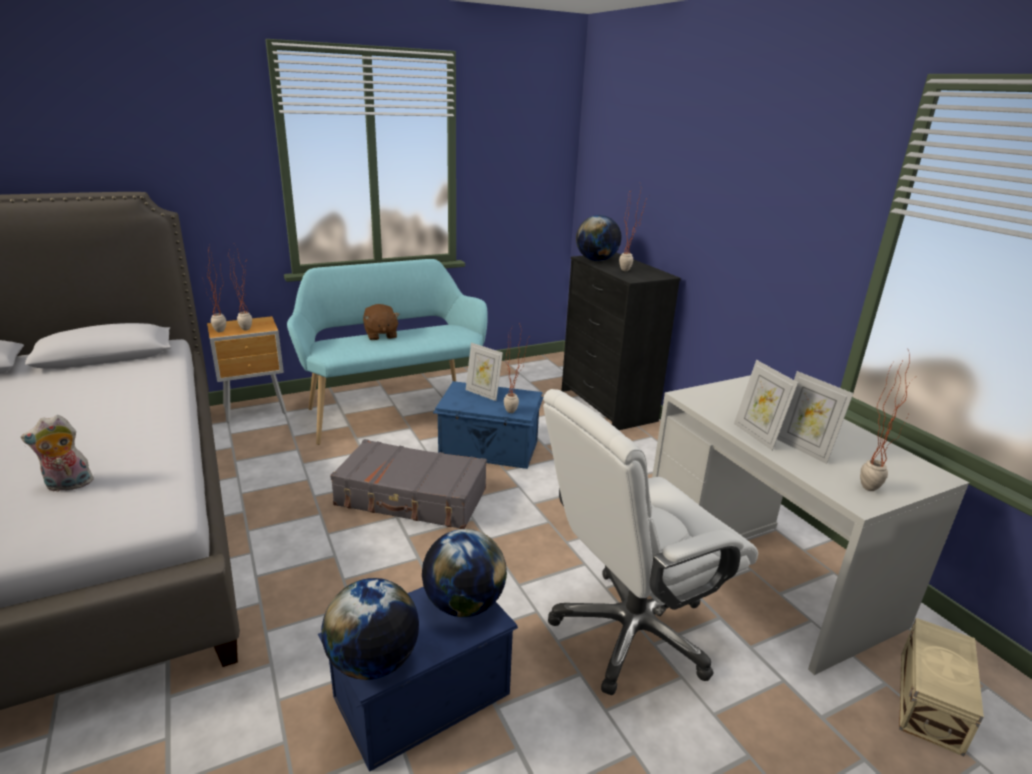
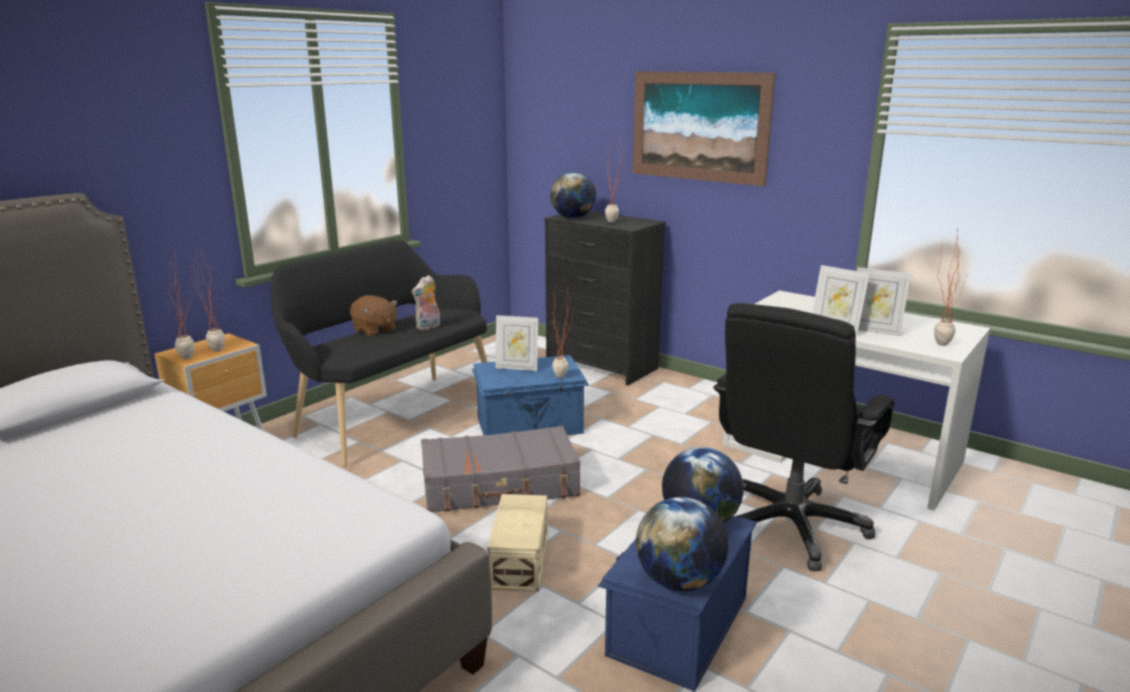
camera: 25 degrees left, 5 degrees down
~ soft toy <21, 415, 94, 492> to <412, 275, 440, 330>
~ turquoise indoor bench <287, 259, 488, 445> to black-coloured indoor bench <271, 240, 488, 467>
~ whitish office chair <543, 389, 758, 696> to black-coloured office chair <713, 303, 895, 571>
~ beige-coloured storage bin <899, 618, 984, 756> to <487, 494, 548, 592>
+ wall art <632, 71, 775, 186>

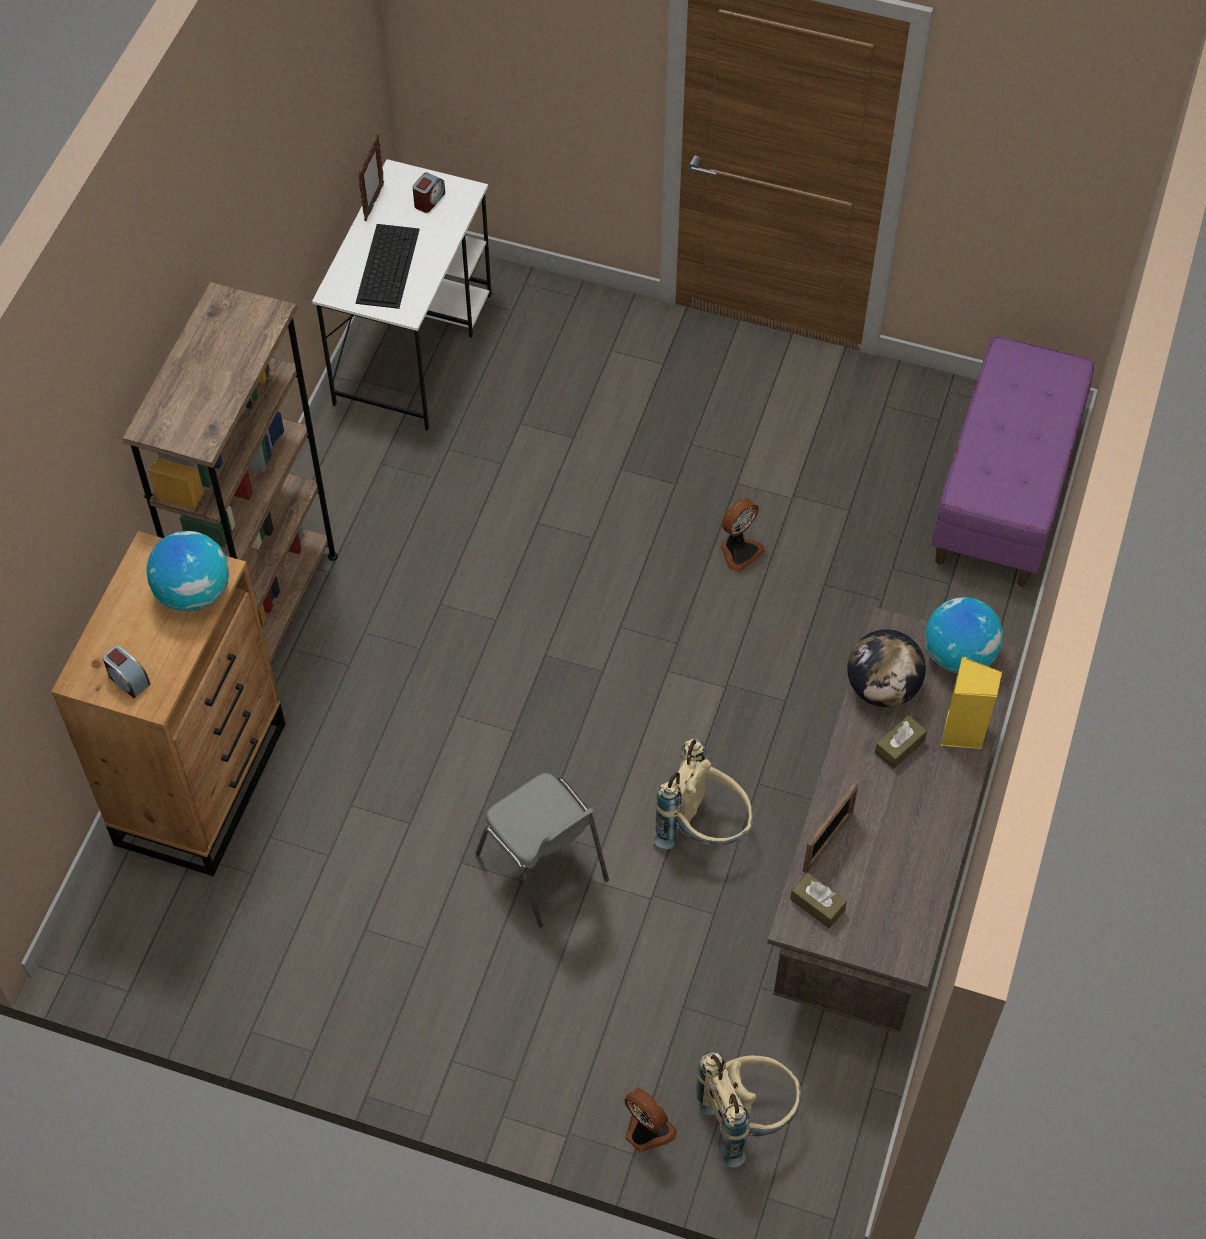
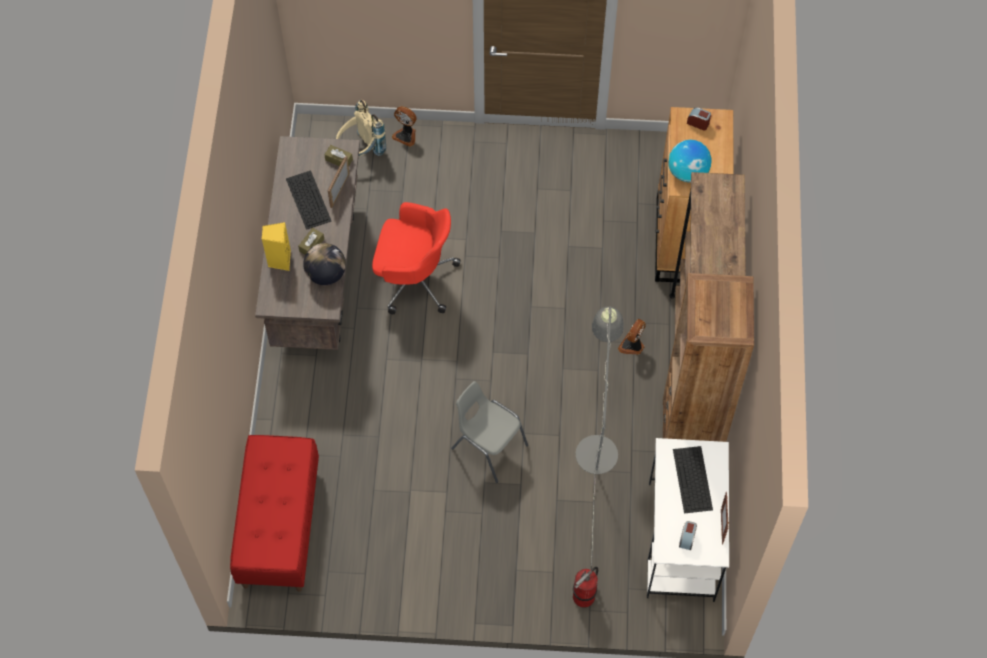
camera: 165 degrees right, 5 degrees up
~ greyish upright chair <475, 773, 609, 928> to <451, 381, 528, 483>
~ beige-coloured knapsack <653, 738, 753, 849> to red office chair <372, 202, 461, 314>
~ fan <720, 498, 765, 573> to <618, 319, 646, 355>
- desk globe <925, 597, 1003, 673>
~ purple indoor bench <931, 336, 1094, 587> to red indoor bench <230, 435, 319, 592>
+ keyboard <286, 170, 331, 230>
+ fire-fighting cylinder <573, 567, 598, 608>
+ greyish floor lamp <576, 306, 624, 566>
+ brownish bookcase <663, 273, 754, 442>

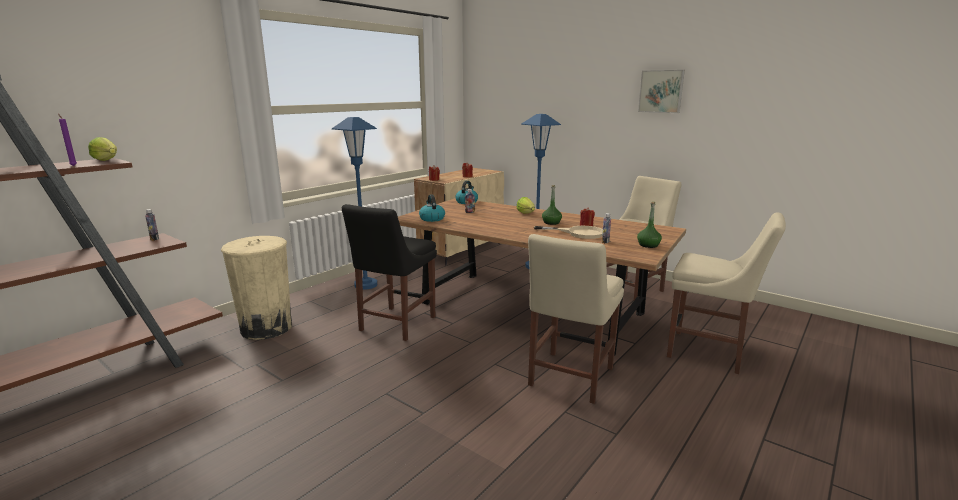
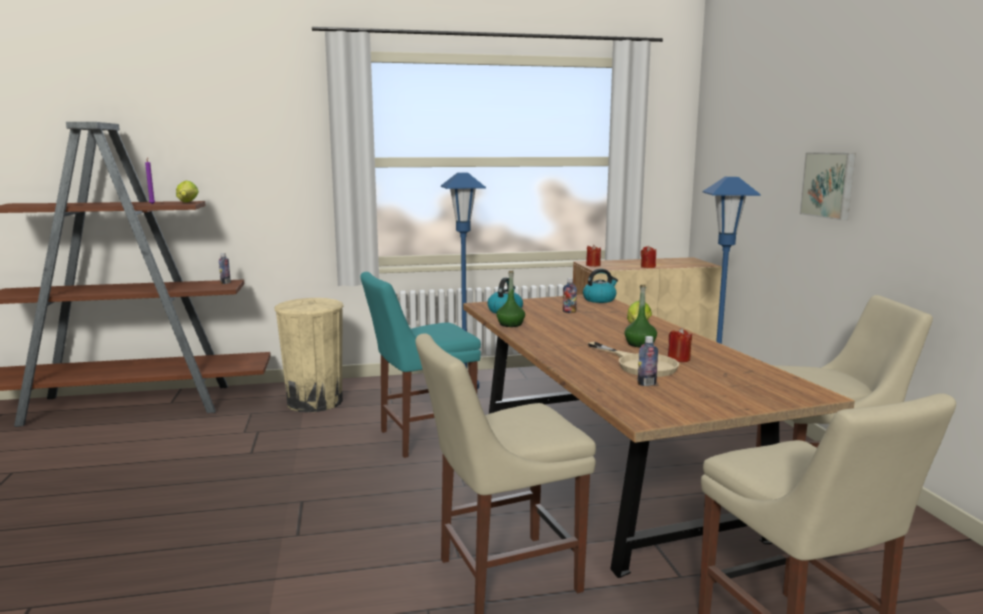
camera: 40 degrees right, 5 degrees down
~ black-coloured upright chair <342, 204, 437, 341> to turquoise upright chair <360, 272, 481, 458>
~ greenish beverage bottle <637, 202, 662, 248> to <496, 270, 525, 327>
~ wall art <638, 70, 685, 113> to <800, 152, 856, 220>

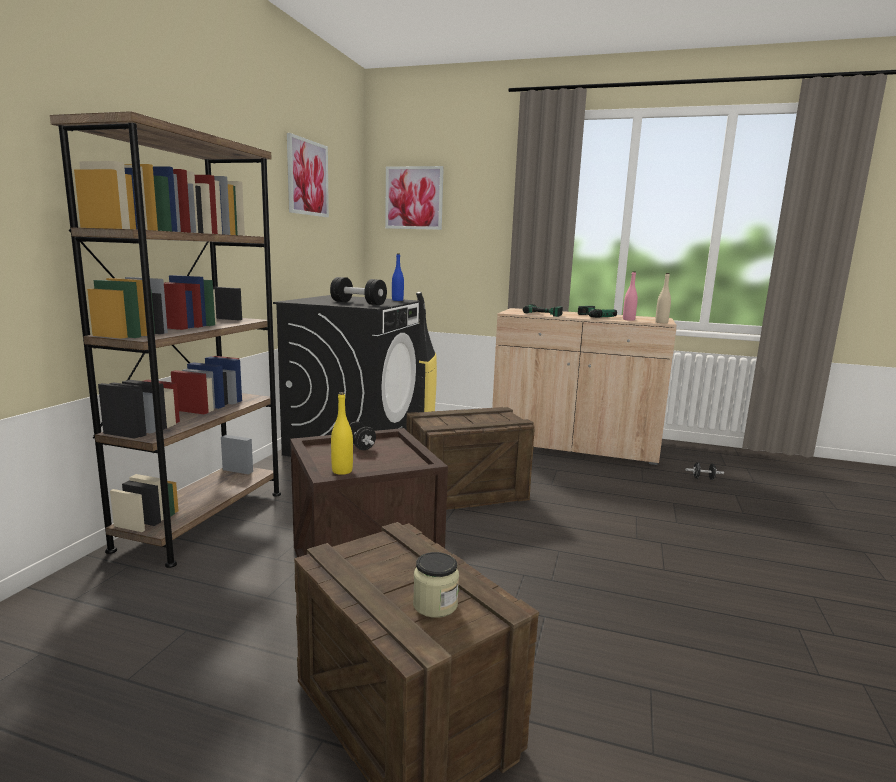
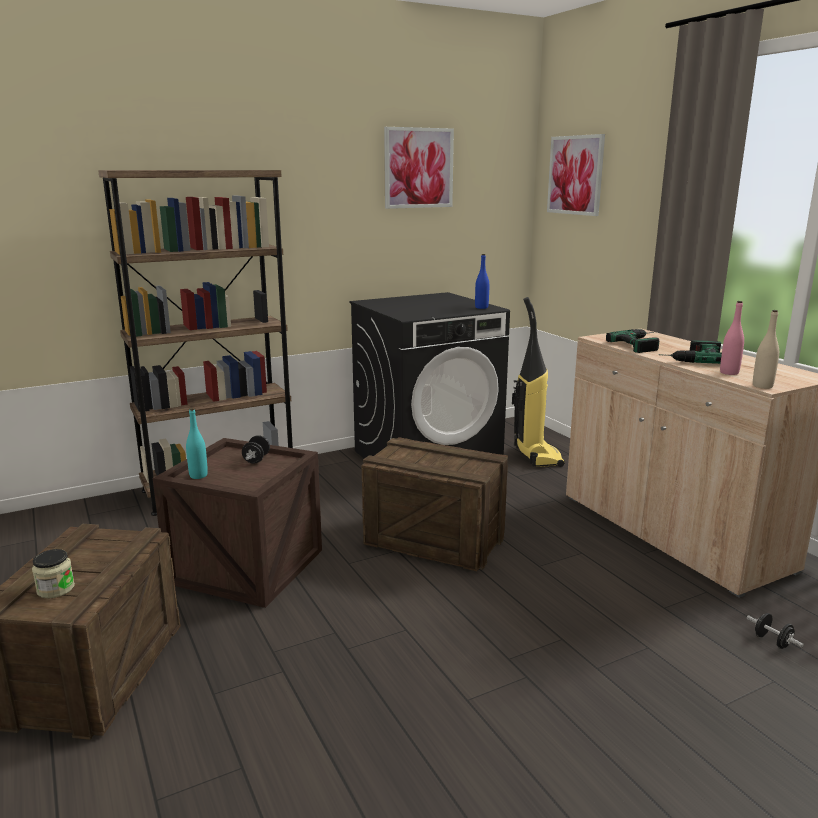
camera: 45 degrees right, 5 degrees up
- black-coloured dumbbell <330, 277, 387, 305>
~ yellow beverage bottle <331, 392, 353, 475> to turquoise beverage bottle <186, 408, 208, 479>

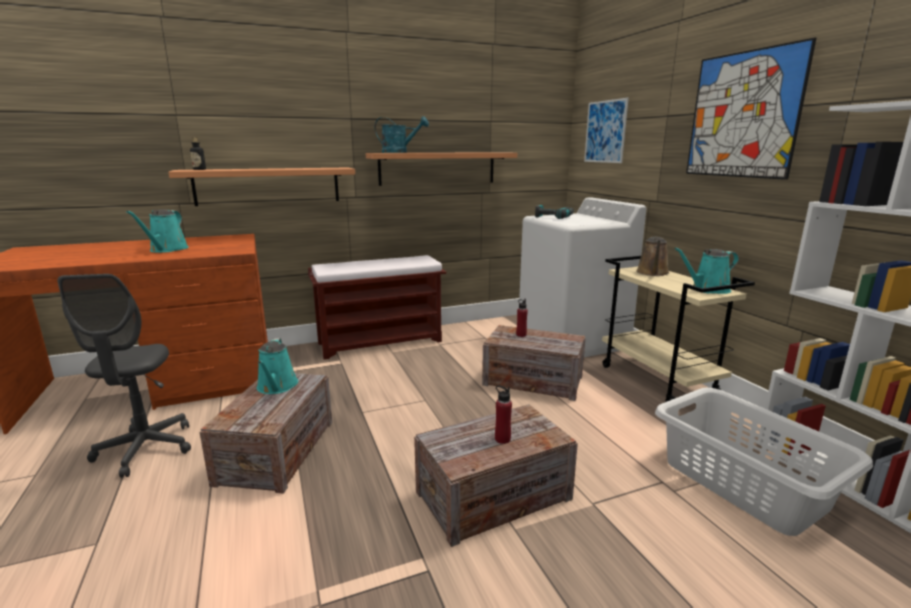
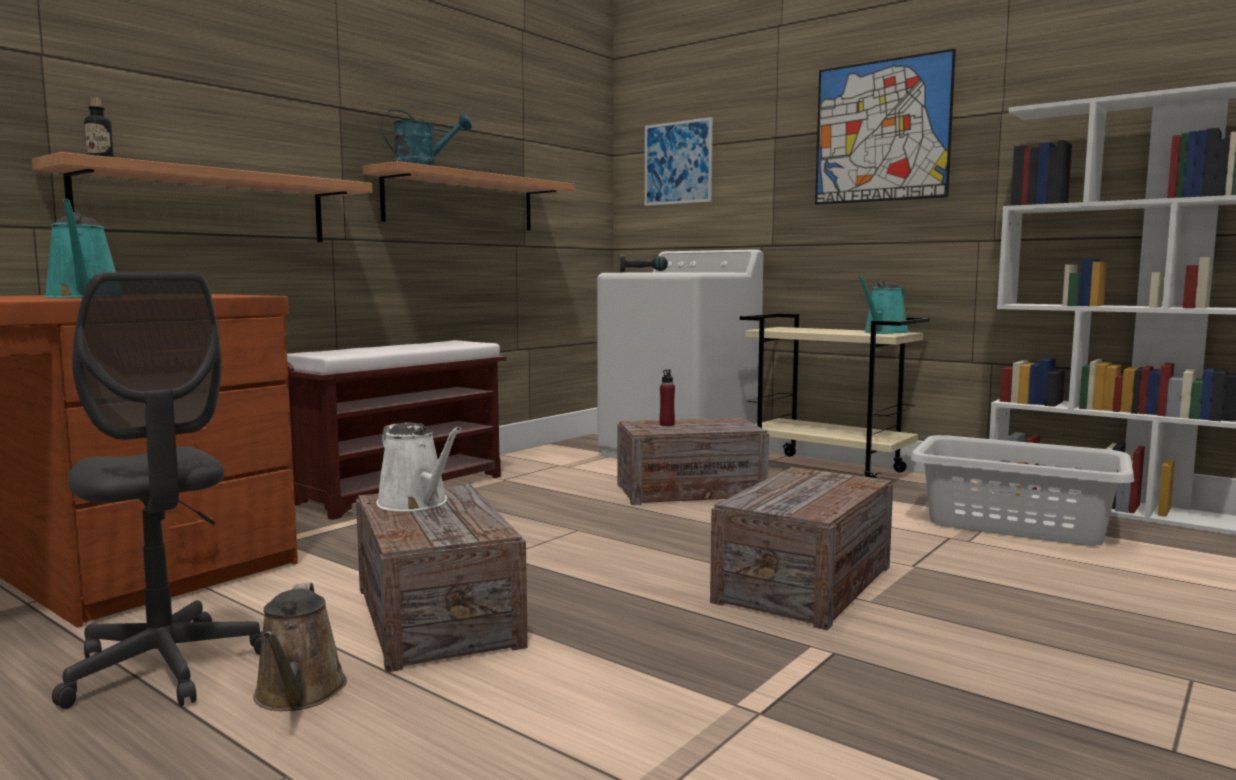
camera: 30 degrees left, 10 degrees down
~ turquoise watering can <257, 338, 298, 394> to whitish watering can <376, 422, 461, 512>
- red beverage bottle <495, 385, 512, 444>
~ brownish watering can <636, 237, 669, 276> to <253, 583, 347, 711>

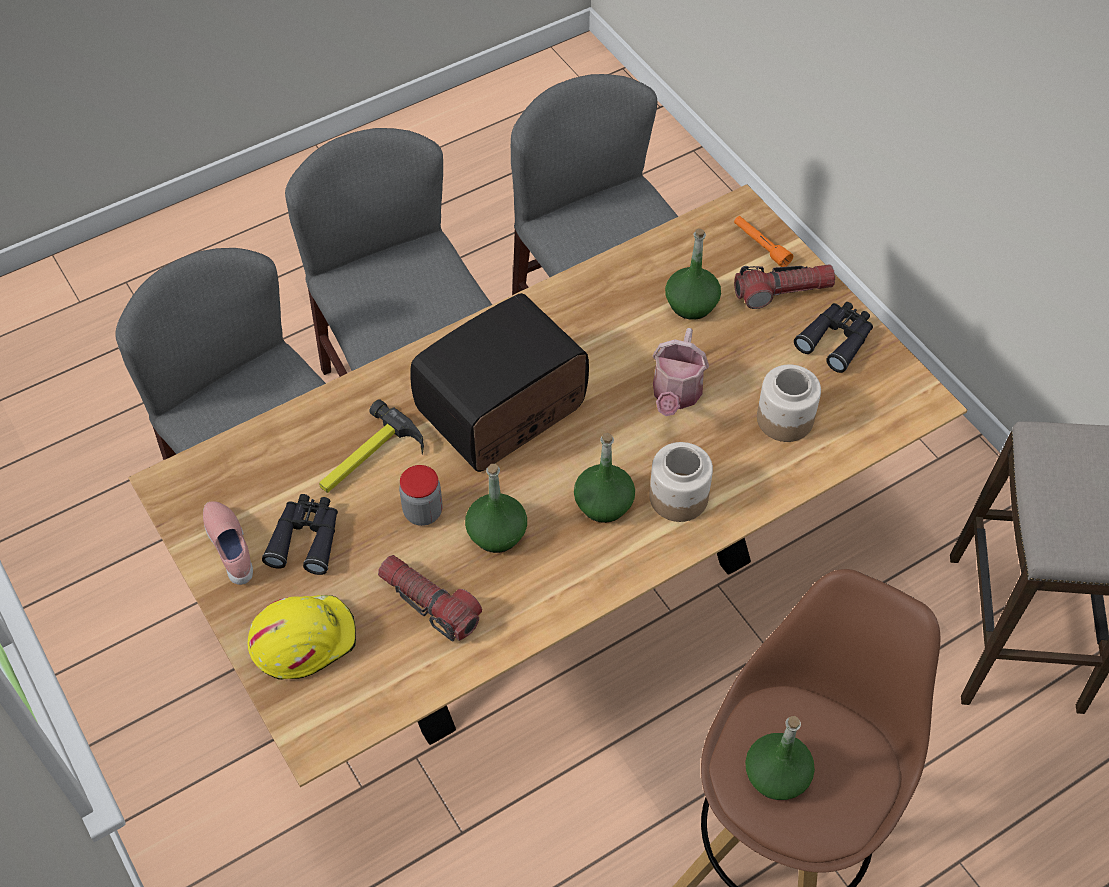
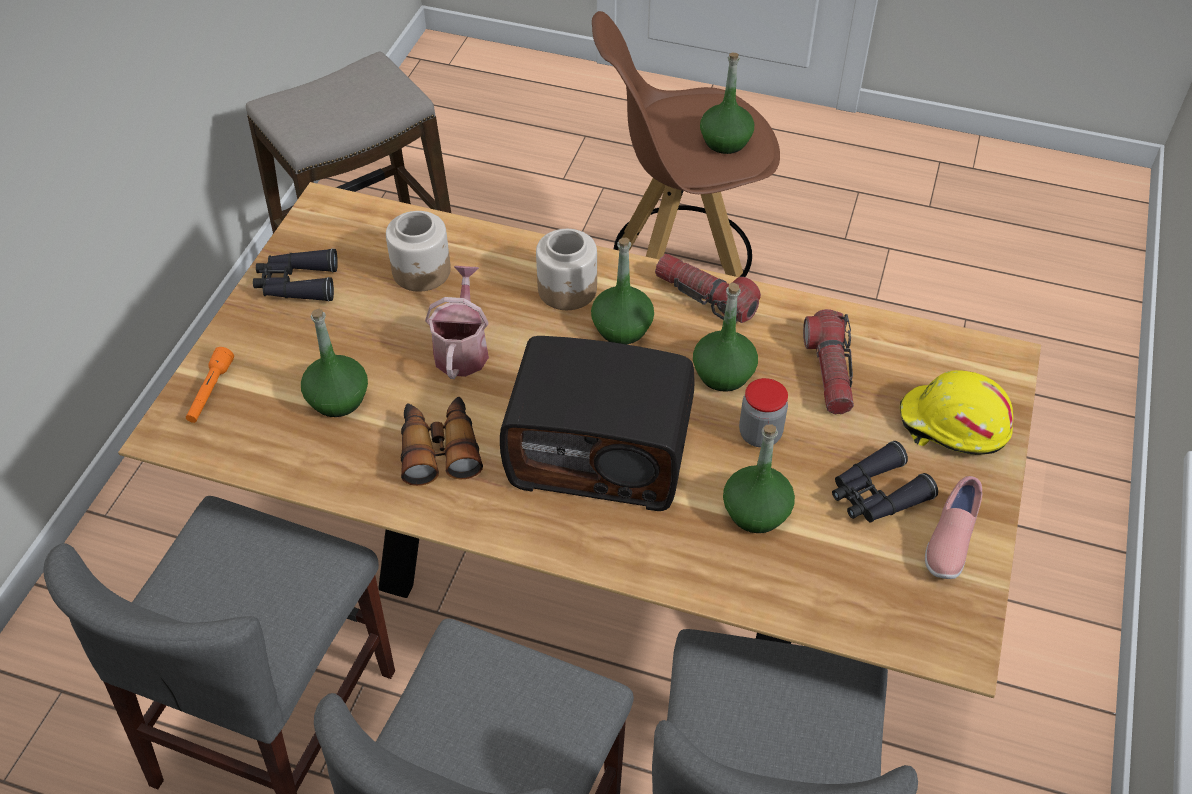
camera: 130 degrees left, 5 degrees down
~ tool hammer <319, 399, 424, 493> to greenish beverage bottle <723, 424, 795, 533>
~ watering can <652, 328, 709, 416> = <425, 266, 489, 379> 60 degrees counterclockwise
~ hand torch <734, 264, 835, 309> to <655, 254, 761, 323>
+ binoculars <401, 396, 483, 486>

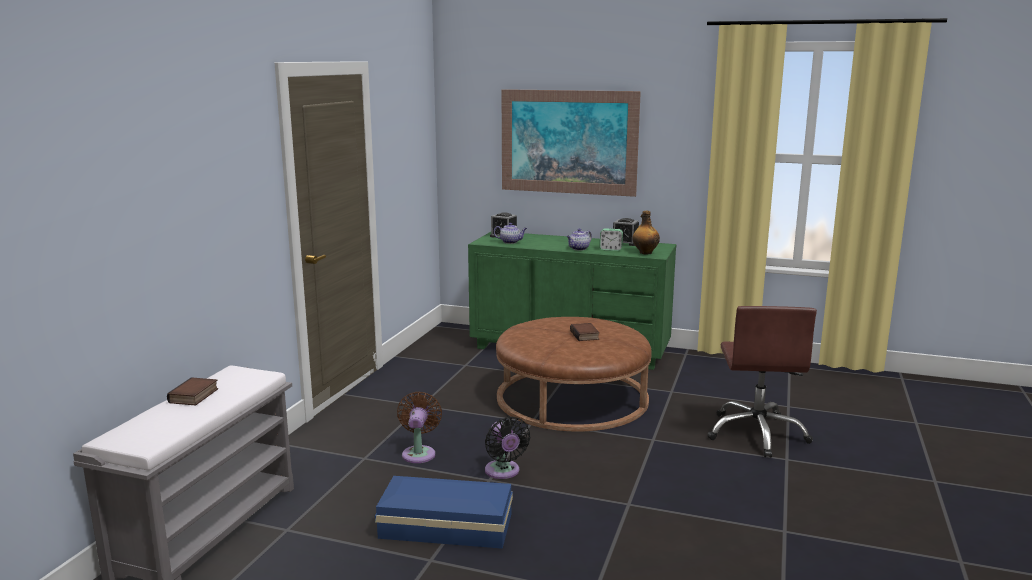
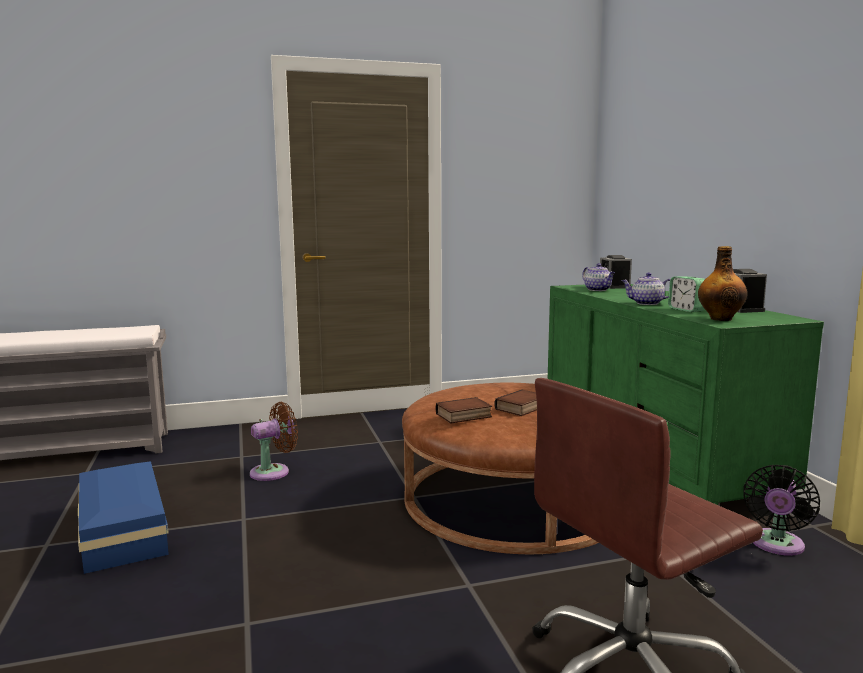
camera: 55 degrees right, 5 degrees down
~ volume <167, 377, 218, 405> to <436, 397, 492, 424>
~ black-coloured fan <485, 417, 531, 479> to <743, 465, 820, 556>
- wall art <502, 89, 641, 197>

